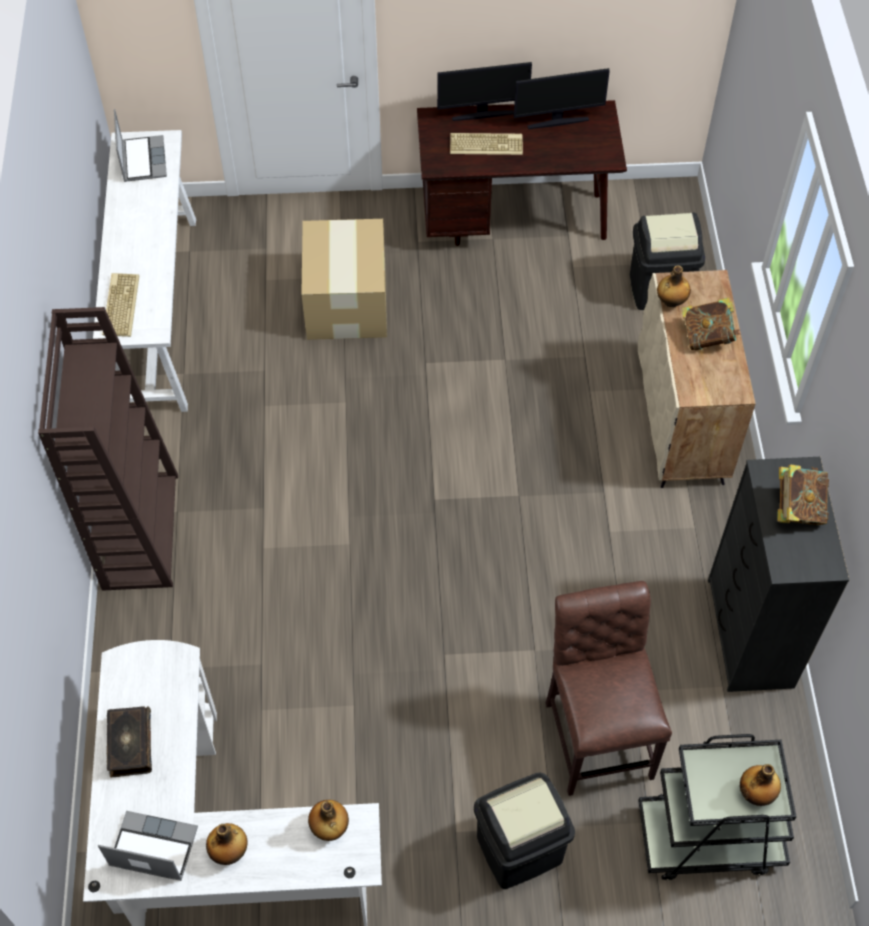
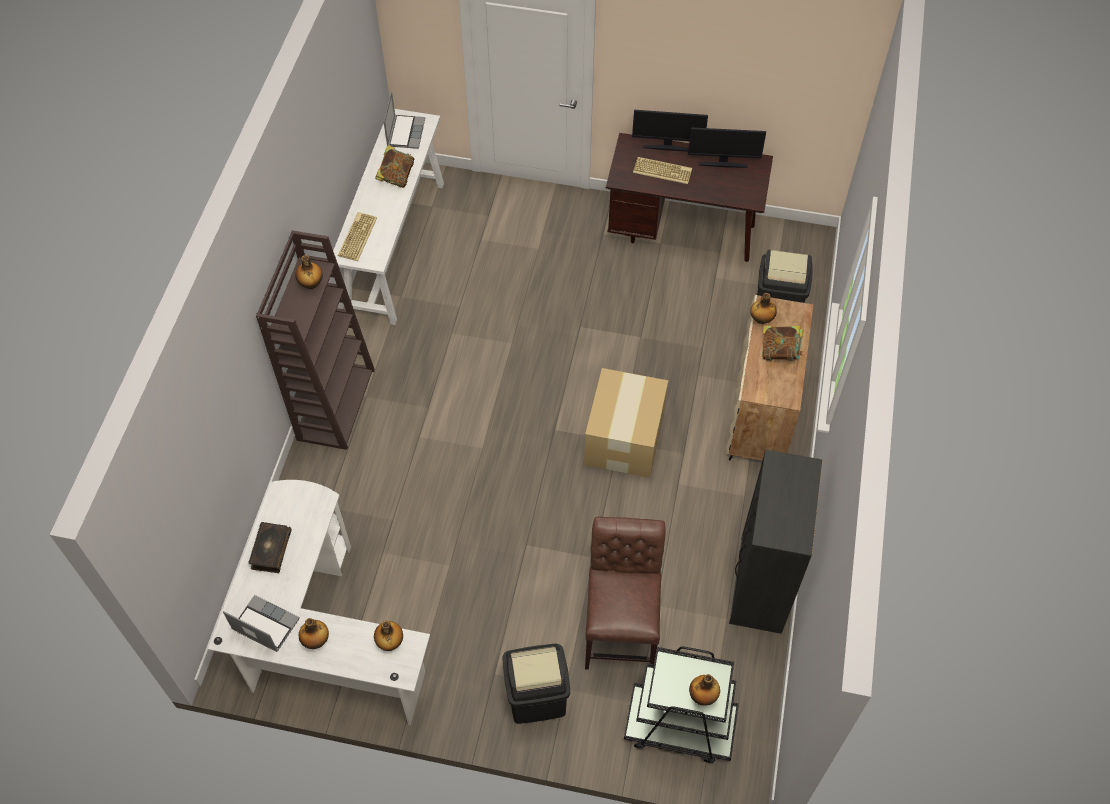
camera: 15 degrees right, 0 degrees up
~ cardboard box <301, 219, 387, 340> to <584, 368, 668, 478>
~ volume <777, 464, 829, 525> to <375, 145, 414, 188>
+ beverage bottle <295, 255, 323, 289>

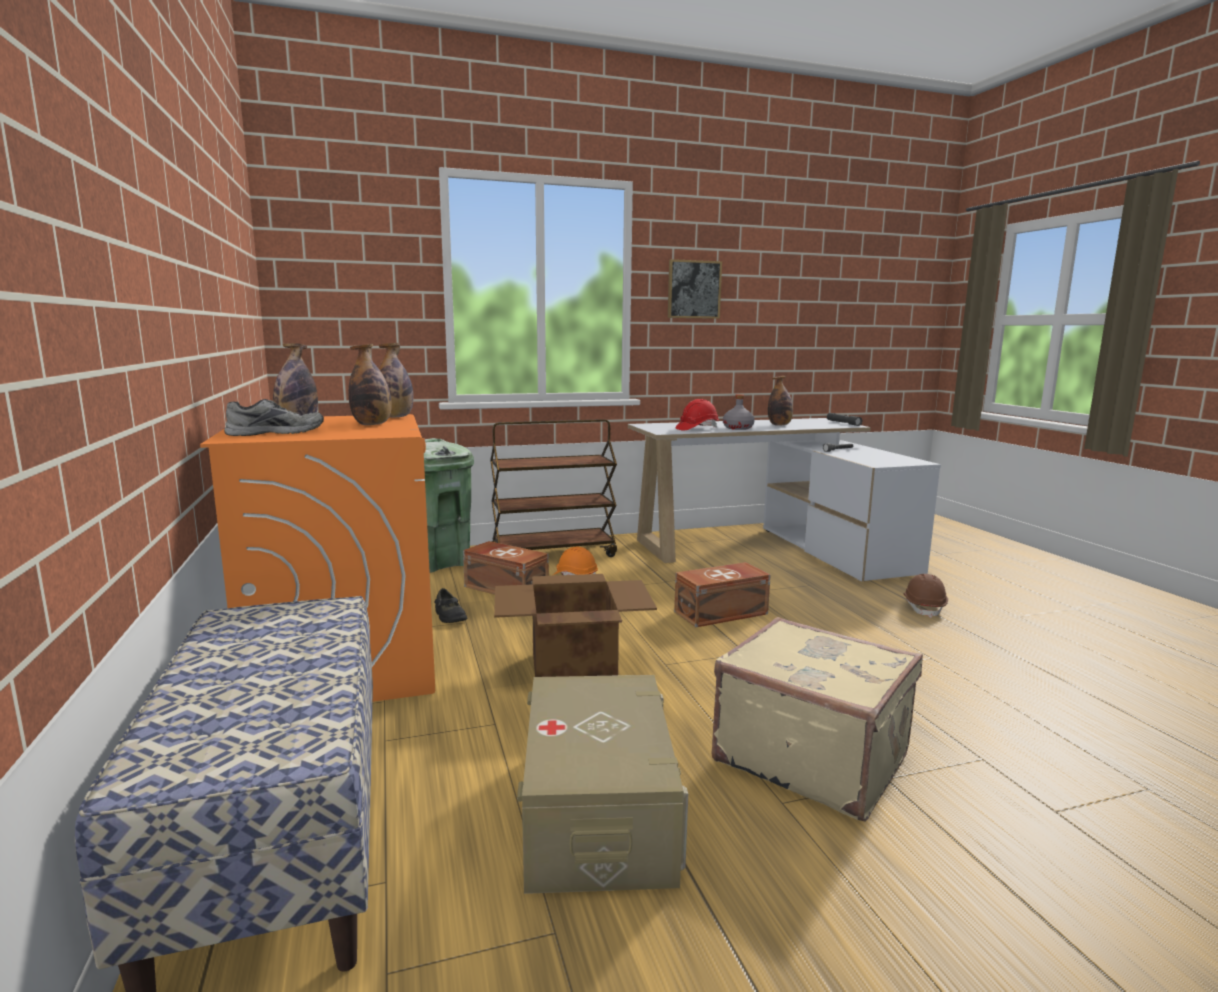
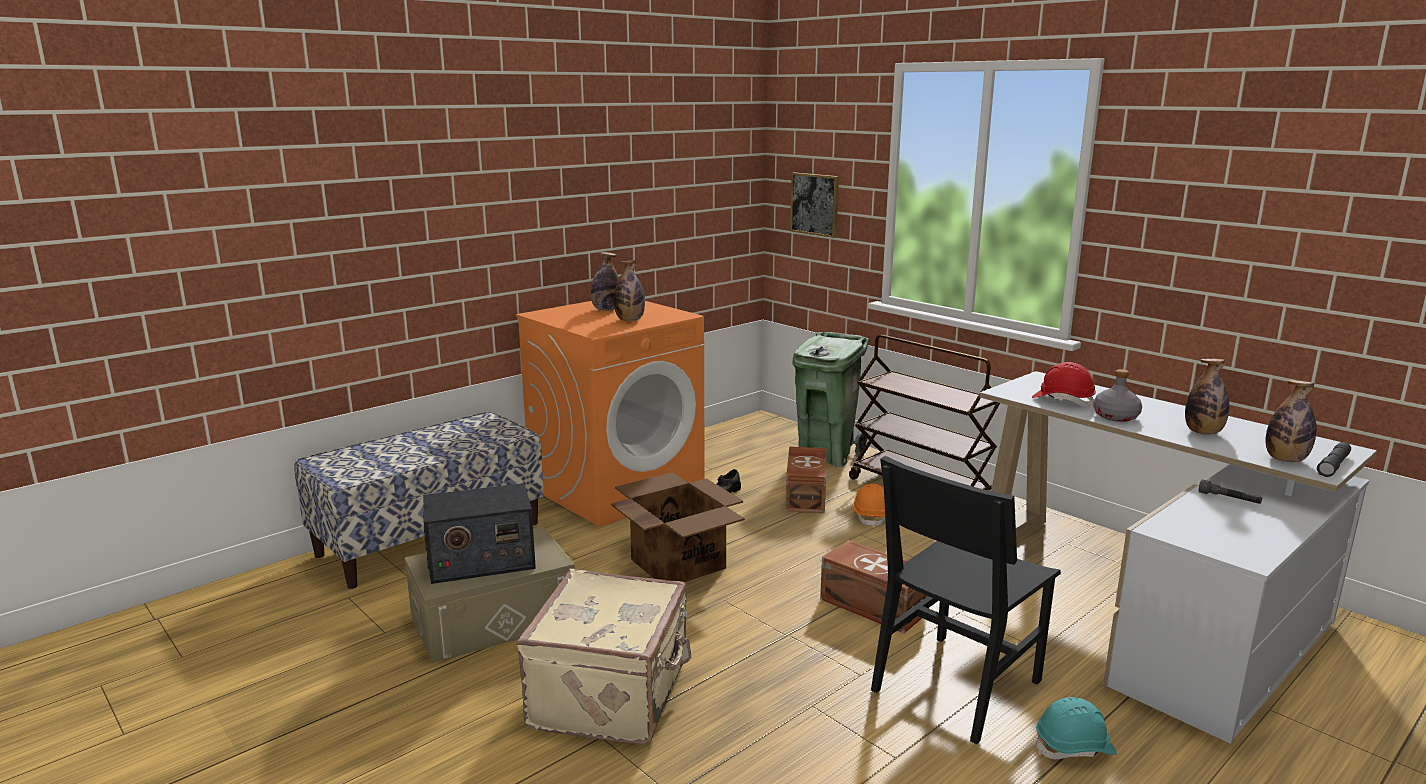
camera: 65 degrees right, 5 degrees up
- greyish low shoe <224, 399, 324, 436>
~ beverage bottle <379, 343, 414, 418> to <1266, 380, 1316, 462>
~ wall art <668, 259, 722, 319> to <790, 172, 839, 238>
~ brownish hard hat <904, 574, 948, 618> to turquoise hard hat <1036, 697, 1117, 759>
+ radio set <423, 483, 536, 584>
+ black-coloured upright chair <871, 456, 1061, 744>

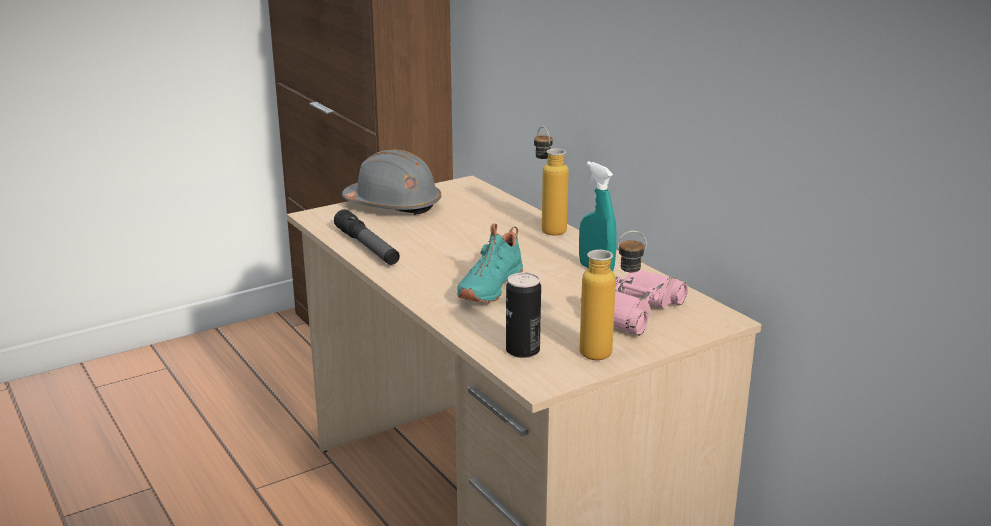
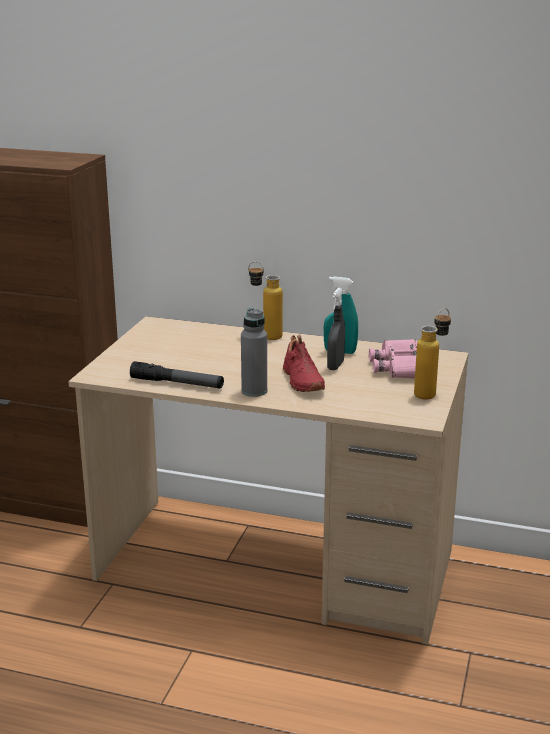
camera: 40 degrees left, 0 degrees up
- greyish hard hat <342, 149, 441, 215>
~ turquoise low shoe <457, 224, 523, 303> to red low shoe <283, 335, 325, 392>
- metal can <506, 272, 541, 358>
+ greyish beverage bottle <241, 308, 267, 397>
+ greyish spray bottle <327, 288, 345, 370>

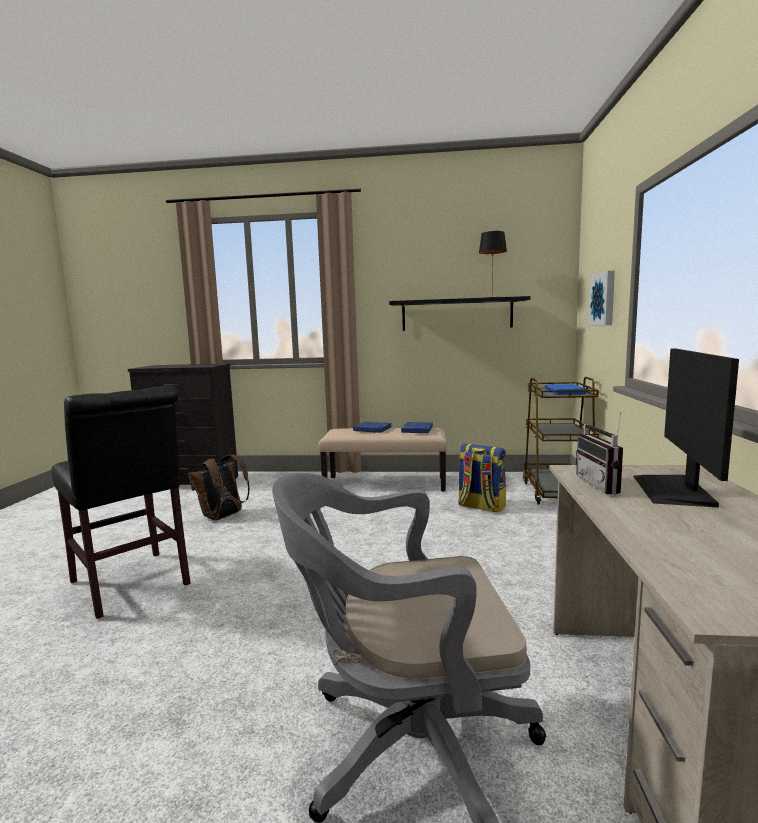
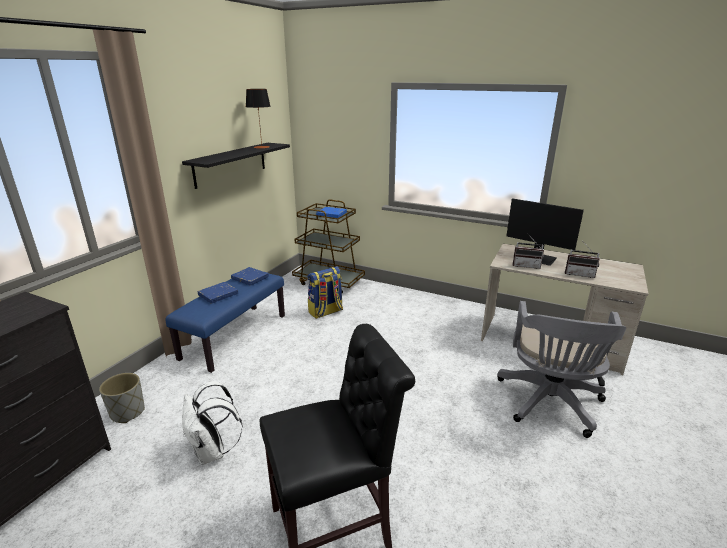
camera: 70 degrees left, 15 degrees up
~ brownish knapsack <188, 455, 250, 520> to whitish knapsack <182, 381, 243, 465>
~ beige-coloured indoor bench <319, 428, 447, 492> to blue indoor bench <165, 274, 285, 373>
- wall art <589, 270, 615, 325>
+ greyish flower pot <99, 373, 145, 423>
+ radio set <565, 243, 600, 278>

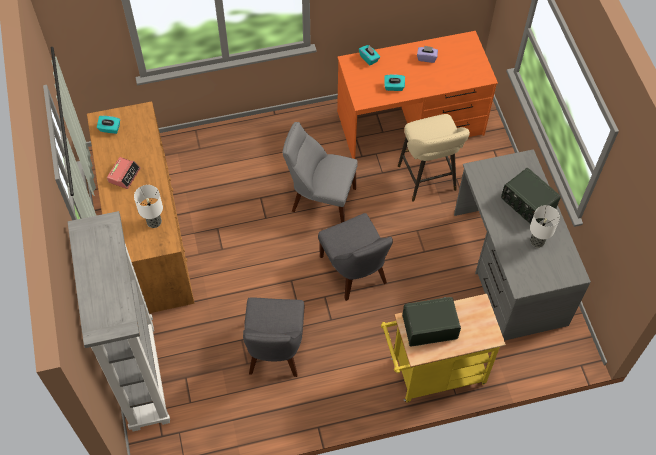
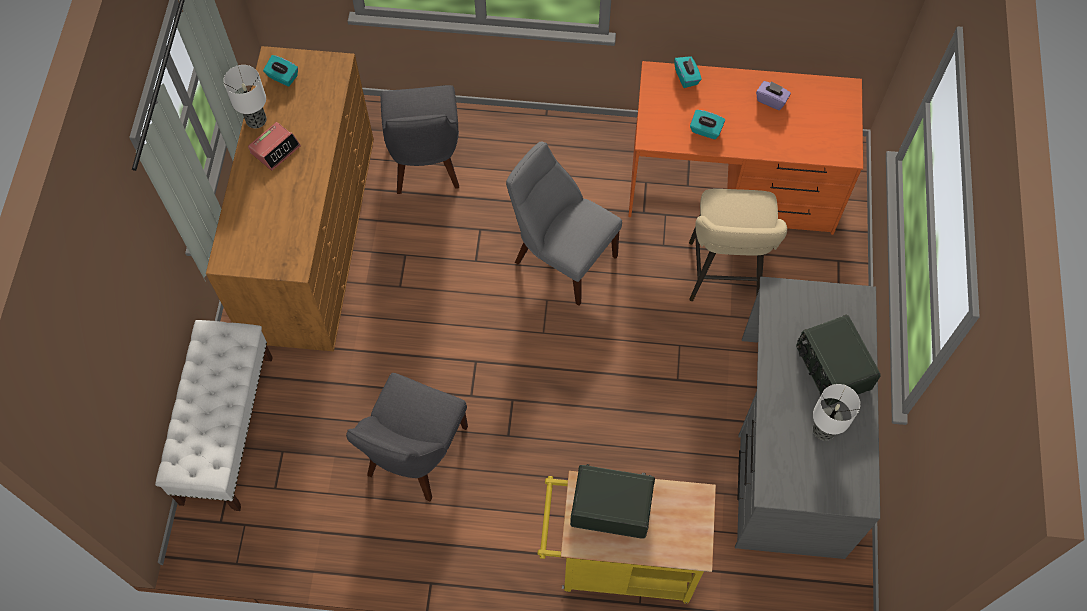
camera: 20 degrees right, 5 degrees up
~ greyish bookcase <68, 211, 170, 432> to whitish indoor bench <155, 320, 273, 511>
~ tabletop lamp <134, 185, 163, 228> to <224, 65, 267, 128>
~ greyish upright chair <318, 213, 393, 301> to <380, 85, 459, 194>

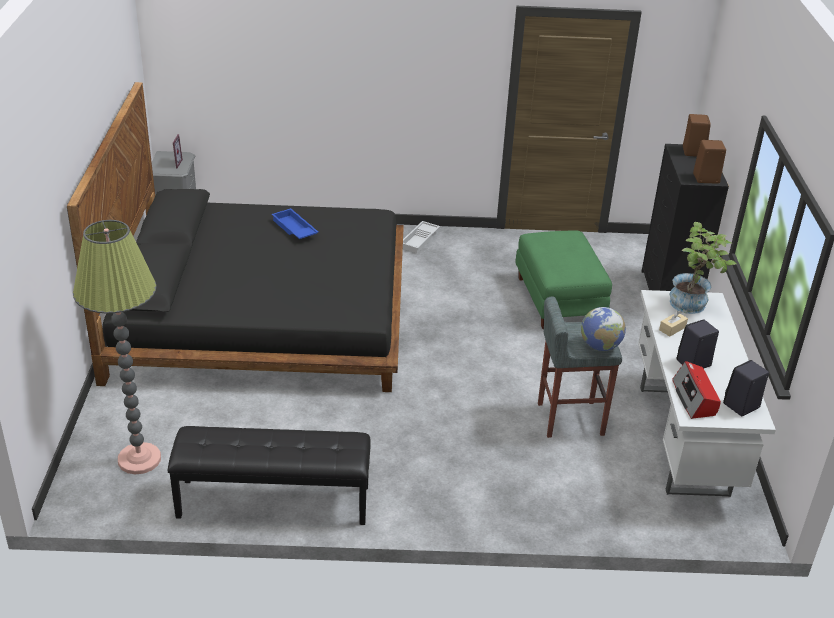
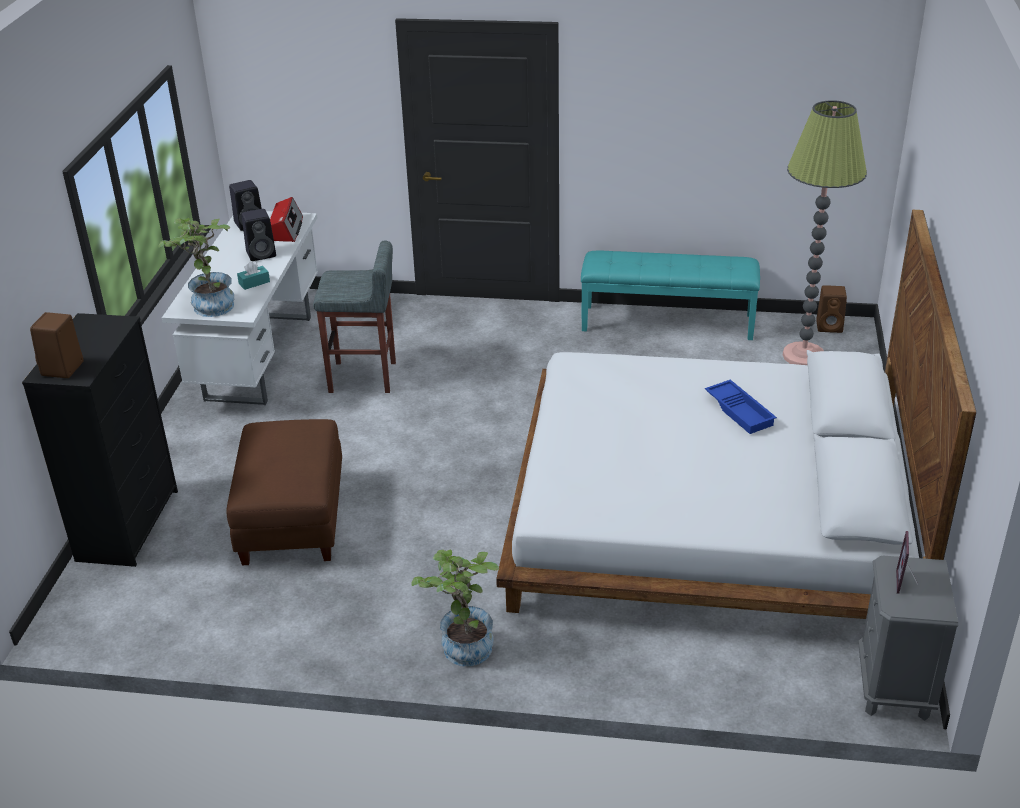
camera: 170 degrees left, 0 degrees up
~ black-coloured sleeping bed <67, 82, 404, 392> to whitish sleeping bed <496, 210, 976, 619>
~ black-coloured indoor bench <168, 426, 371, 525> to turquoise indoor bench <581, 250, 760, 340>
~ blue tray <271, 208, 318, 239> to <705, 380, 777, 434>
~ whitish tray <403, 221, 440, 253> to plant in a pot <411, 549, 499, 666>
~ greenish footrest <515, 230, 612, 329> to brownish footrest <226, 419, 342, 565>
- desk globe <581, 307, 626, 351>
~ beige-coloured tissue box <659, 311, 688, 337> to turquoise tissue box <237, 261, 270, 290>
~ brownish audio speaker <693, 140, 726, 184> to <816, 285, 847, 333>

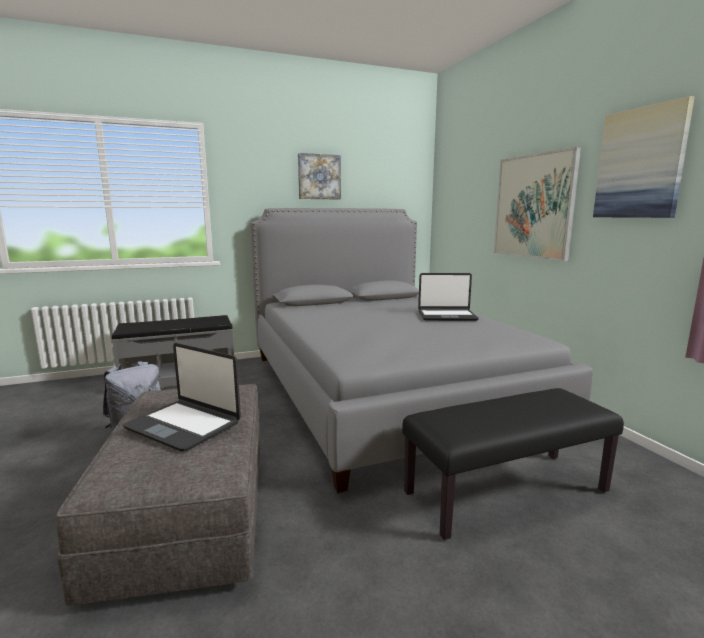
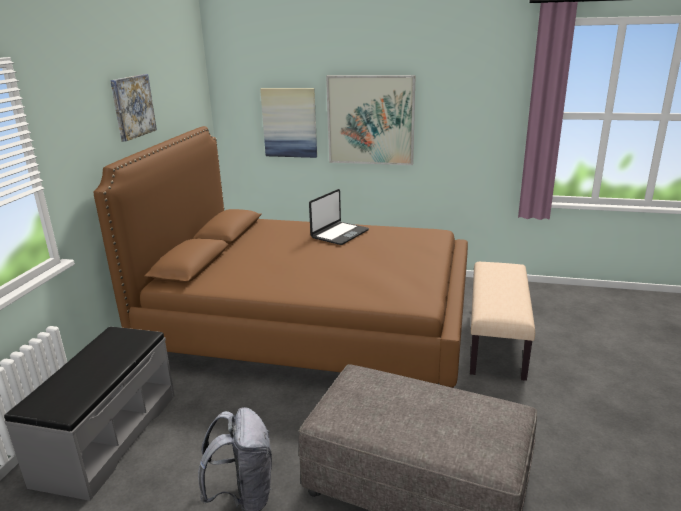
camera: 55 degrees left, 10 degrees up
- notebook computer <123, 343, 241, 452>
~ greyish sleeping bed <250, 208, 593, 493> to brownish sleeping bed <93, 126, 468, 388>
~ black-coloured indoor bench <402, 388, 624, 540> to beige-coloured indoor bench <470, 262, 535, 381>
~ wall art <593, 96, 695, 218> to <260, 88, 317, 158>

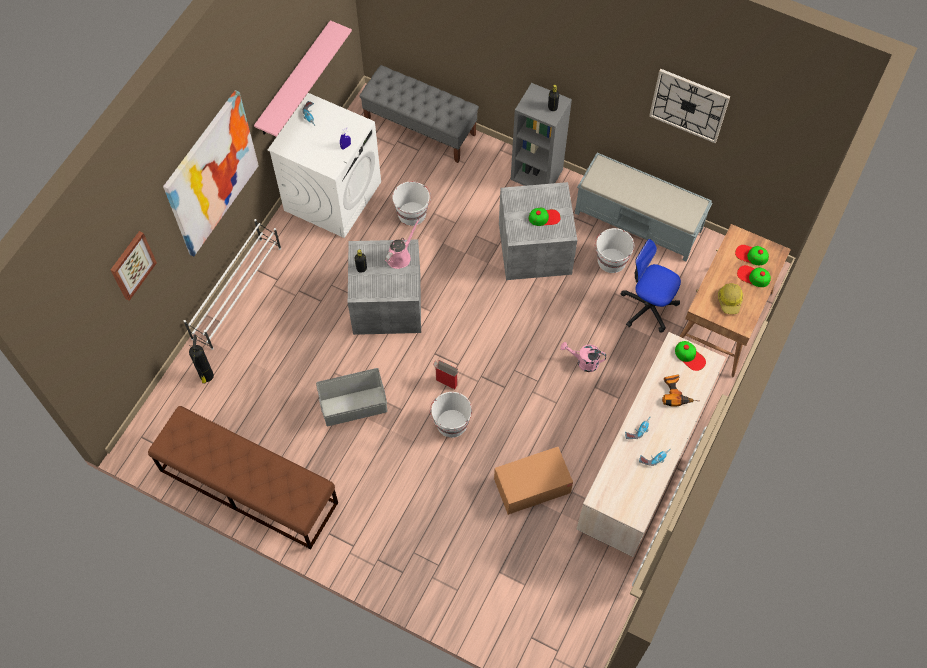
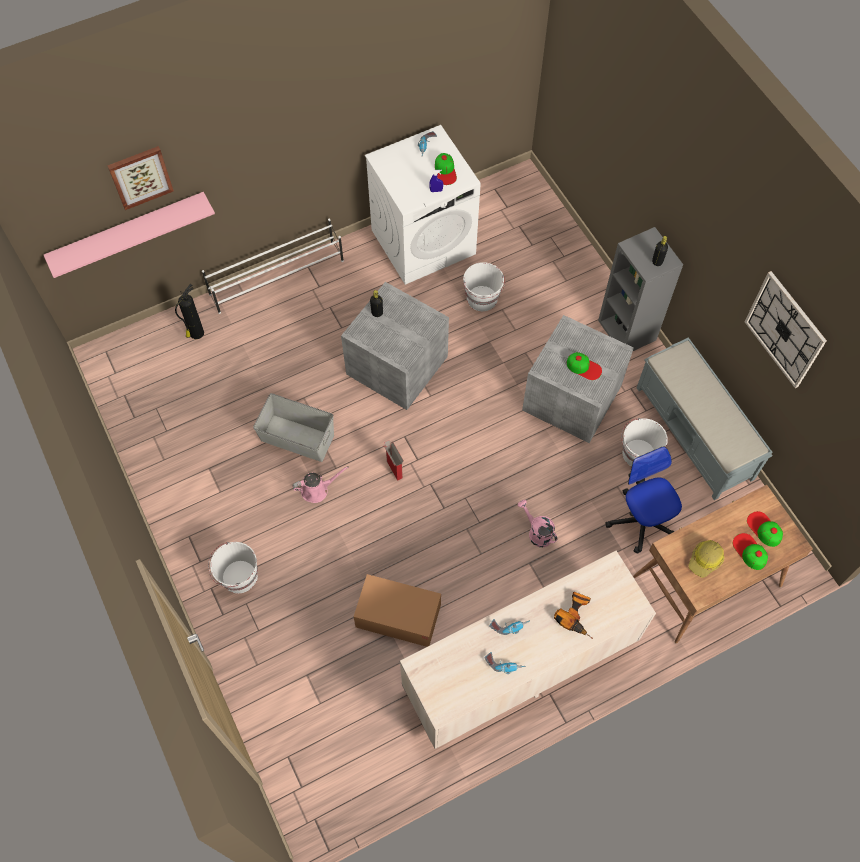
camera: 35 degrees right, 0 degrees up
- brownish indoor bench <148, 406, 338, 549>
- wall art <163, 90, 259, 257>
~ pinkish wall shelf <254, 20, 352, 137> to <44, 192, 215, 278>
- greyish indoor bench <360, 65, 479, 163>
~ pinkish watering can <385, 219, 419, 269> to <292, 466, 349, 503>
~ whitish pail <430, 392, 472, 438> to <208, 542, 258, 593>
~ peaked cap <675, 341, 706, 371> to <435, 153, 457, 185>

